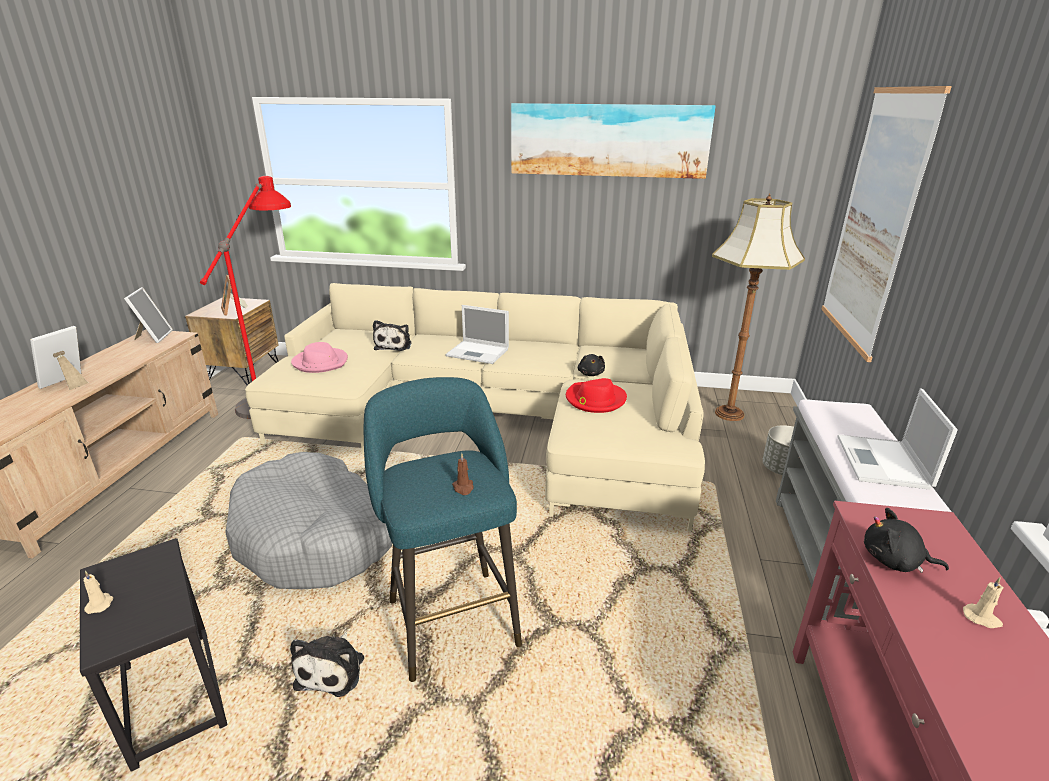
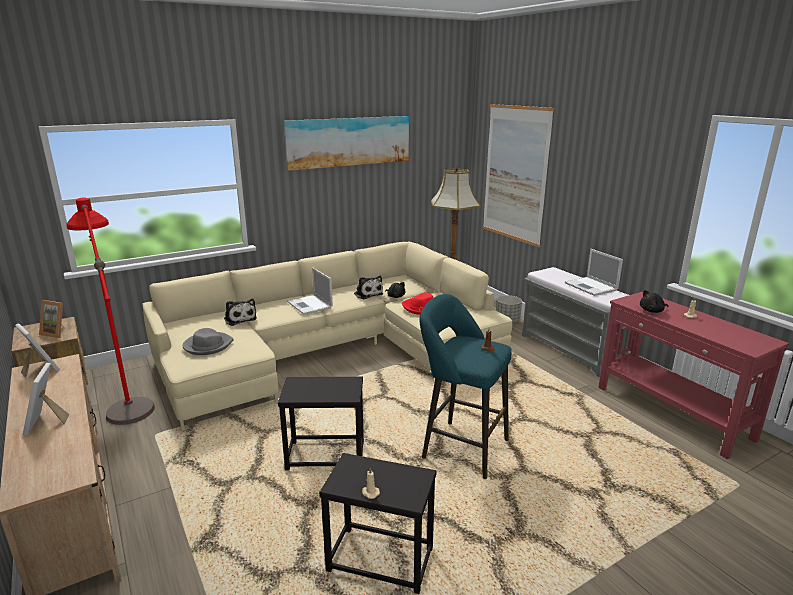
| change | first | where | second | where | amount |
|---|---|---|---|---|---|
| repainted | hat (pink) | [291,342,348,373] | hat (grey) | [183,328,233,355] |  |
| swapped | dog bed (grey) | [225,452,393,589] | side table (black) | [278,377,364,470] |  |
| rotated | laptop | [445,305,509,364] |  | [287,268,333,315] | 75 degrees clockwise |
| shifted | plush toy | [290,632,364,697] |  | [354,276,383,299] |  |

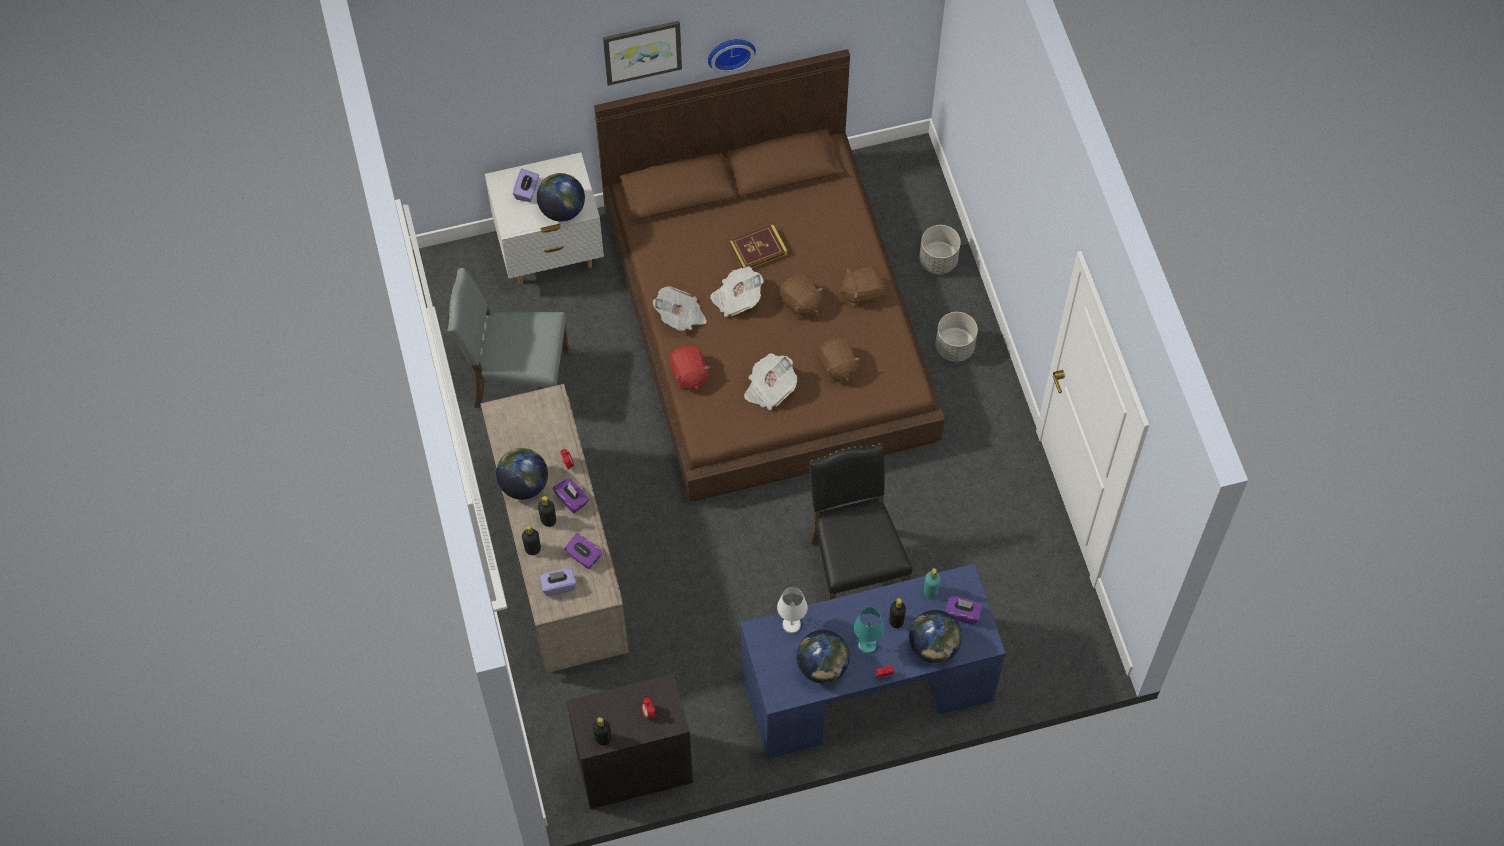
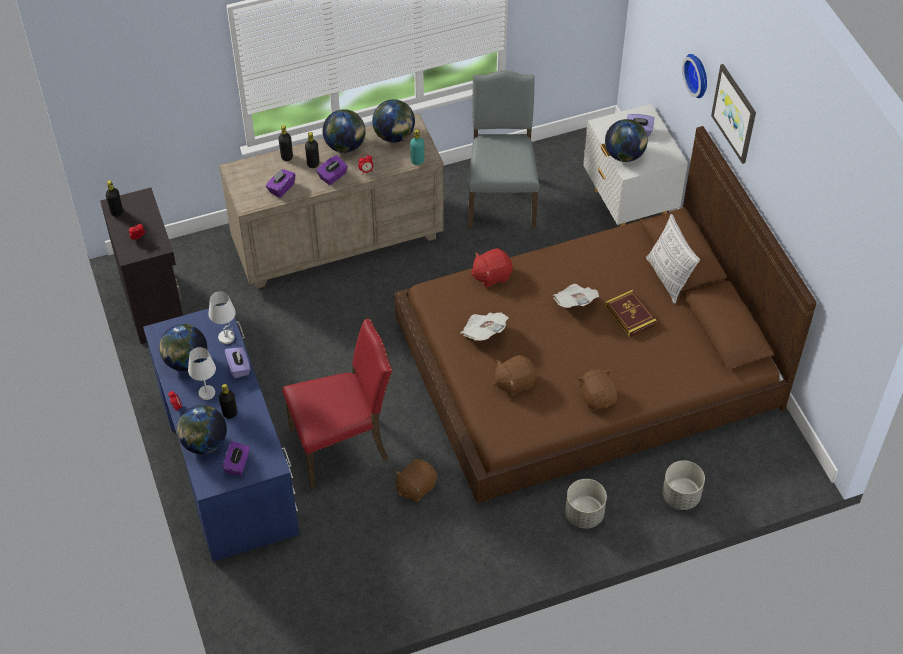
| change | first | where | second | where | amount |
|---|---|---|---|---|---|
| repainted | table lamp (turquoise) | [854,607,884,654] | table lamp (white) | [188,347,216,400] |  |
| shifted | tissue box (purple) | [540,568,576,596] |  | [225,347,250,378] |  |
| repainted | chair (black) | [809,443,912,600] | chair (red) | [282,319,393,488] |  |
| new |  |  | globe | [372,99,415,143] |  |
| shifted | plush toy (brown) | [779,274,823,319] |  | [395,459,438,502] |  |
| shifted | bottle (turquoise) | [924,568,941,599] |  | [410,129,424,165] |  |
| new |  |  | pillow | [646,214,700,304] |  |
| shifted | wall clock | [708,39,756,74] |  | [682,54,707,98] |  |
| gone | newspaper | [653,286,707,331] |  |  |  |

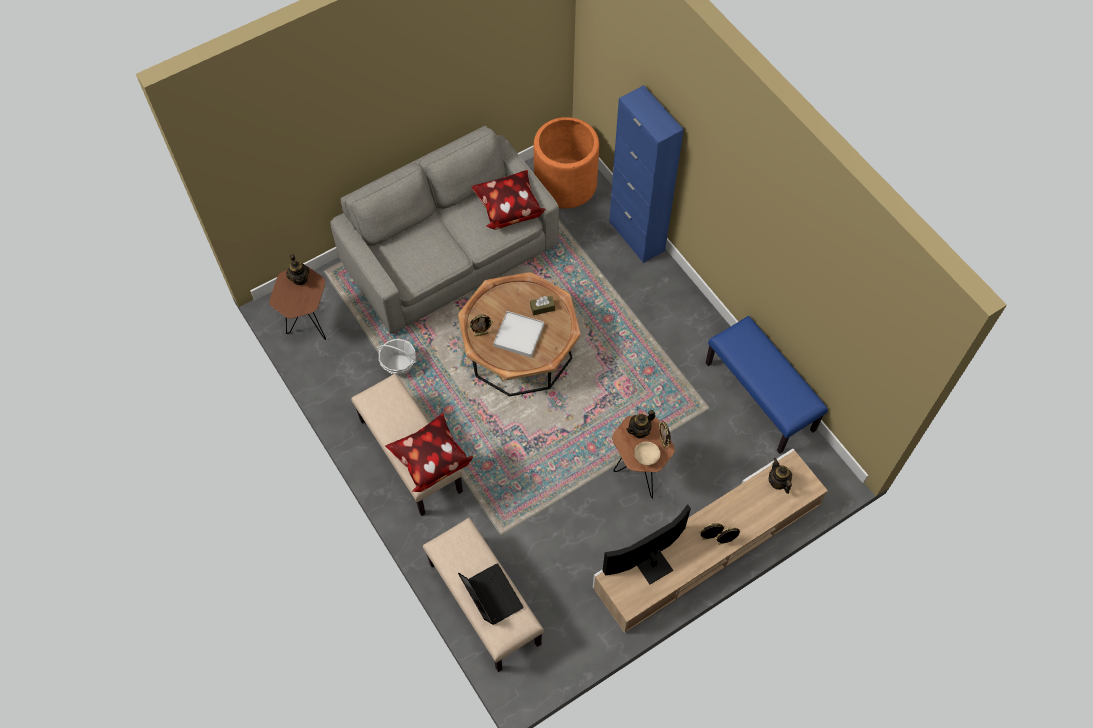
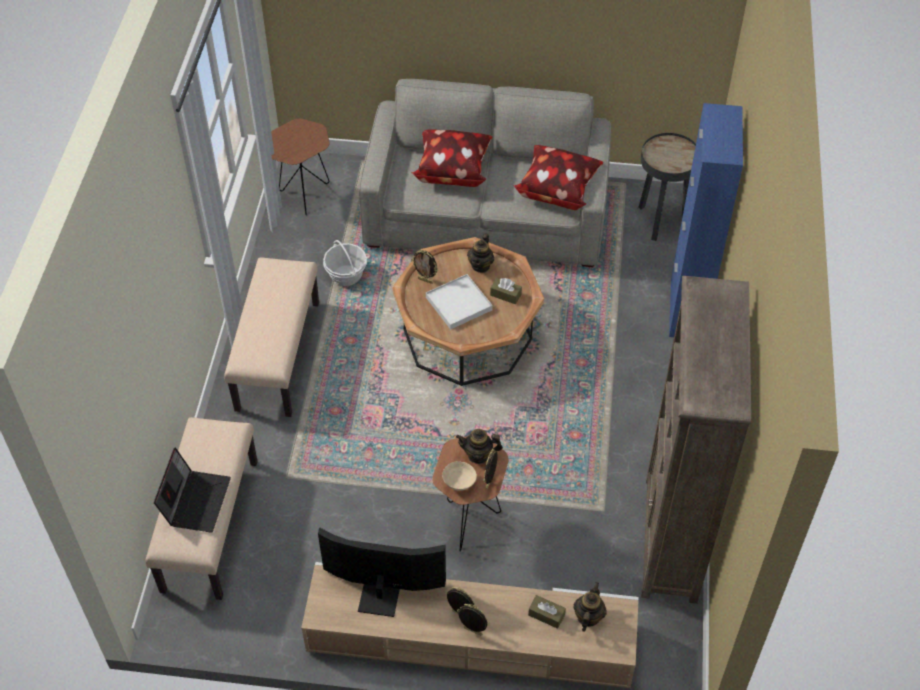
| change | first | where | second | where | amount |
|---|---|---|---|---|---|
| shifted | pillow | [385,413,473,492] |  | [411,129,492,187] |  |
| shifted | teapot | [286,254,309,285] |  | [467,234,494,273] |  |
| new |  |  | tissue box (brown) | [528,595,566,629] |  |
| swapped | planter (orange) | [534,117,599,208] | side table (black) | [638,133,696,241] |  |
| swapped | bench (blue) | [706,316,828,454] | bookcase (brown) | [641,276,751,604] |  |

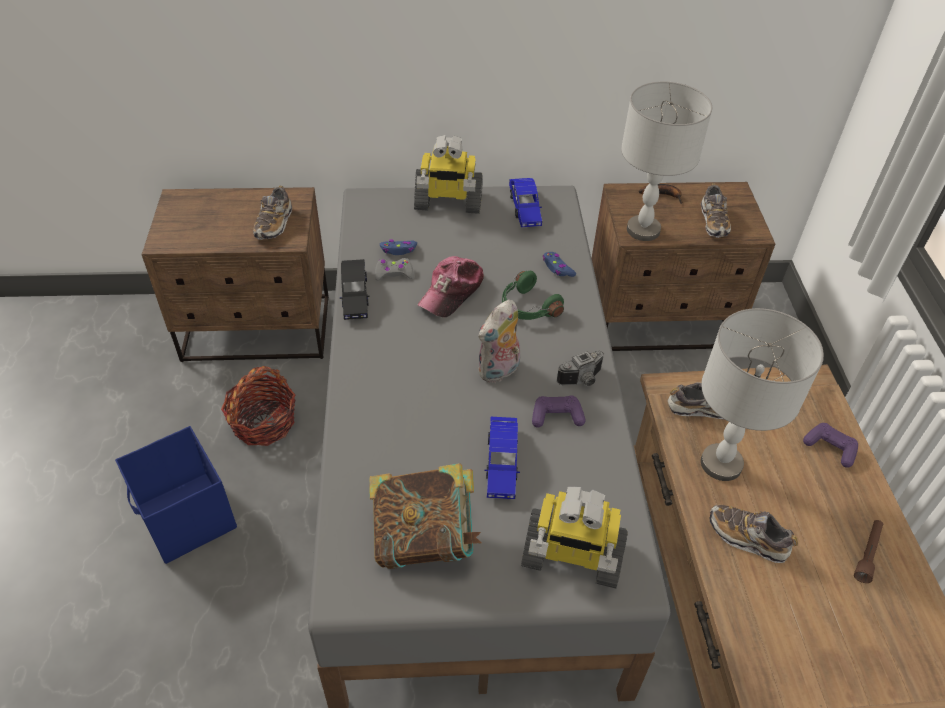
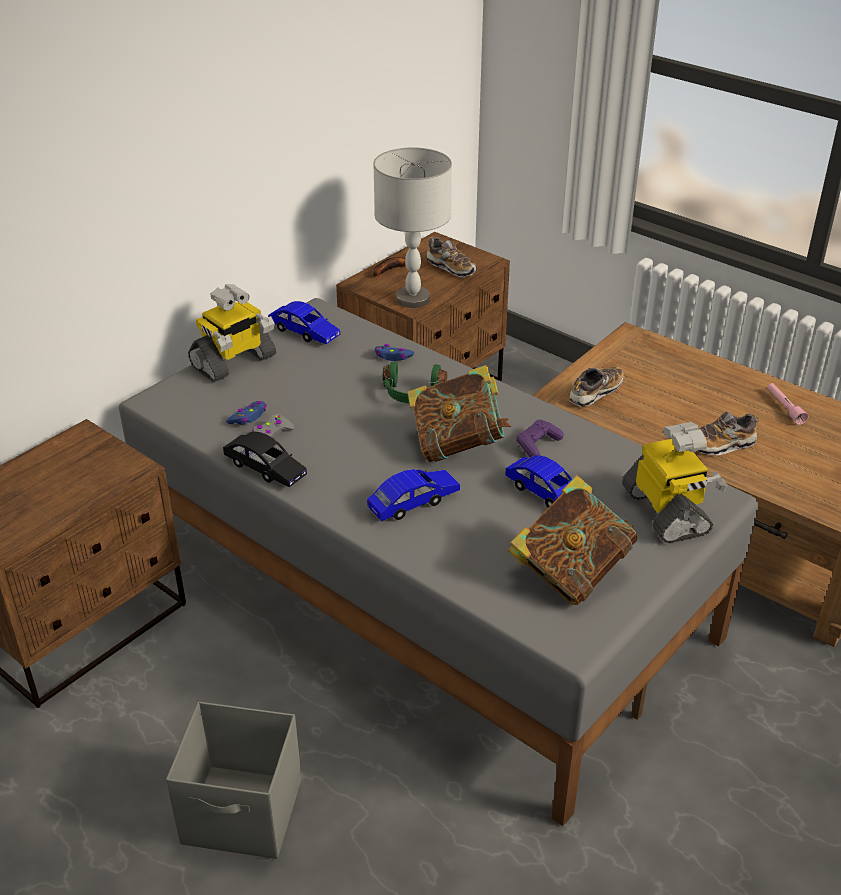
| change | first | where | second | where | amount |
|---|---|---|---|---|---|
| repainted | storage box (blue) | [115,426,237,564] | storage box (grey) | [166,702,302,859] |  |
| new |  |  | toy car (blue) | [367,469,460,521] |  |
| swapped | plush toy | [478,300,520,383] | book | [407,365,511,462] |  |
| rotated | toy robot | [521,487,628,589] |  | [622,422,727,543] | 75 degrees counterclockwise |
| repainted | flashlight (brown) | [854,520,883,583] | flashlight (pink) | [767,383,808,425] |  |
| gone | basket | [221,366,296,446] |  |  |  |
| gone | shoe | [253,185,292,240] |  |  |  |
| gone | cap | [417,256,484,317] |  |  |  |
| gone | photo camera | [557,351,604,386] |  |  |  |
| gone | table lamp (grey) | [701,308,824,481] |  |  |  |
| gone | game controller (purple) | [803,423,858,468] |  |  |  |

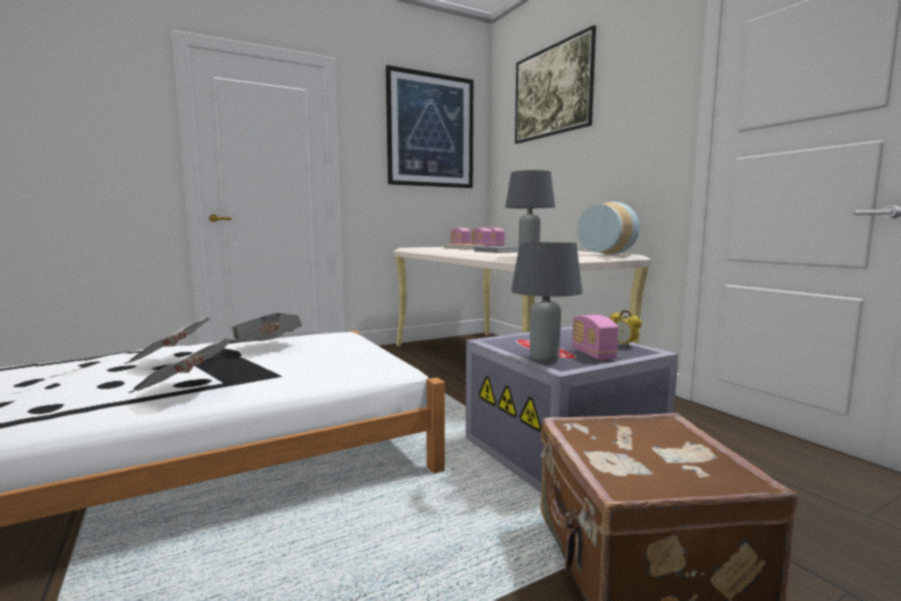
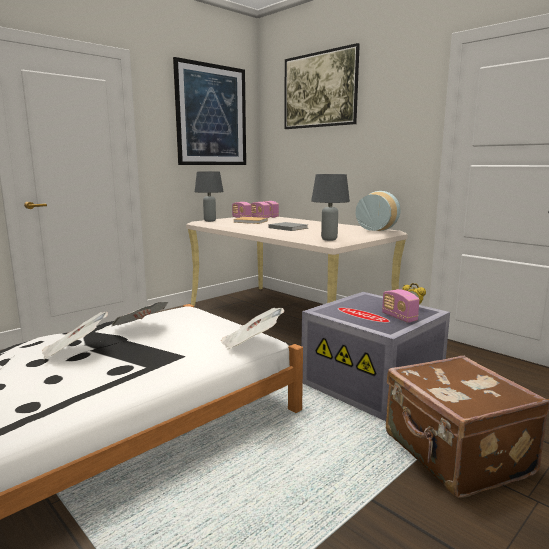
| change | first | where | second | where | amount |
|---|---|---|---|---|---|
| shifted | table lamp (grey) | [511,242,582,363] |  | [195,171,223,222] |  |
| shifted | newspaper | [128,338,233,393] |  | [221,308,284,350] |  |

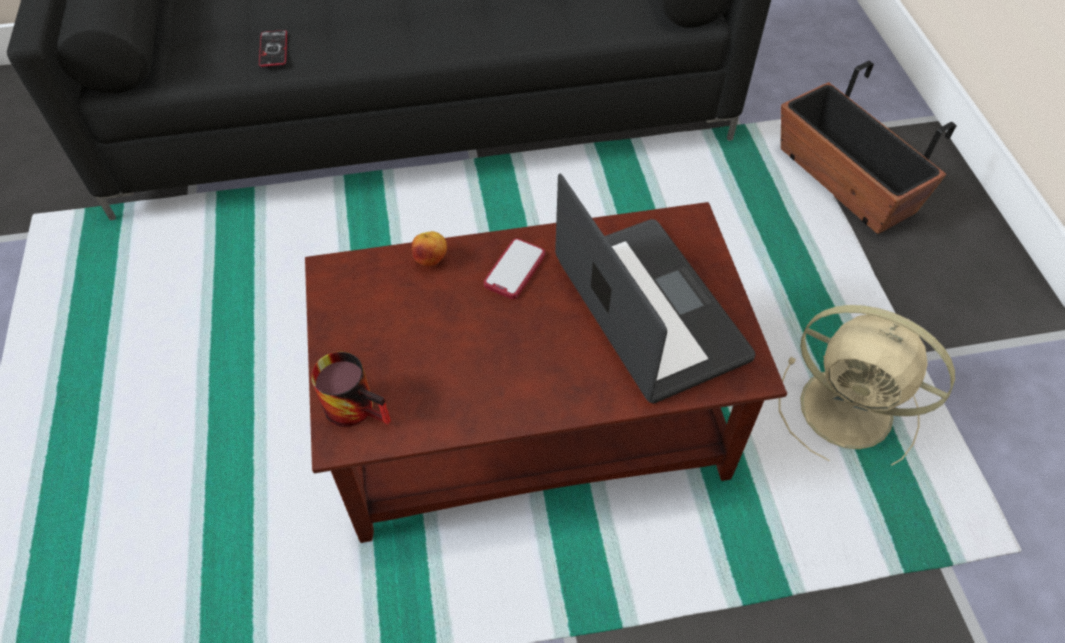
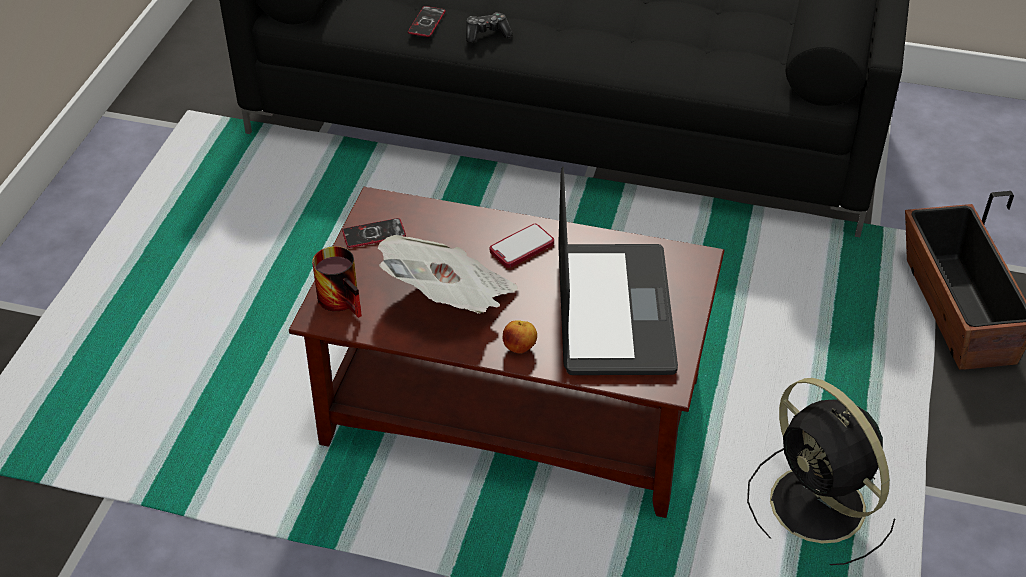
| change | first | where | second | where | amount |
|---|---|---|---|---|---|
| new |  |  | phone | [342,218,406,248] |  |
| new |  |  | newspaper | [378,235,518,313] |  |
| new |  |  | game controller | [466,13,513,43] |  |
| shifted | apple | [412,231,447,266] |  | [502,320,537,354] |  |
| repainted | fan (beige) | [779,305,955,465] | fan (black) | [747,378,895,565] |  |

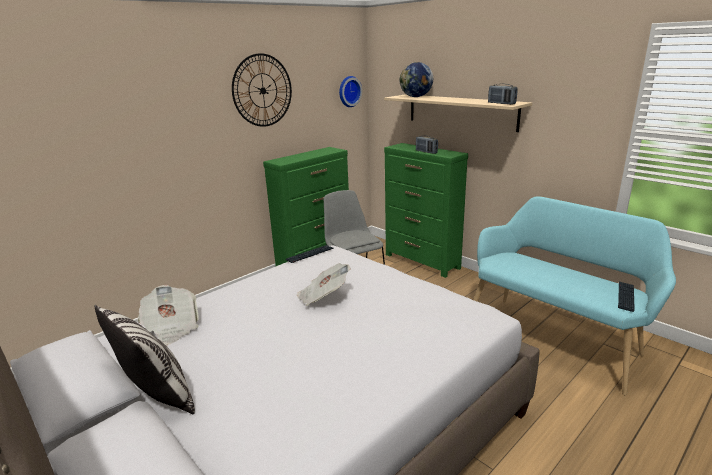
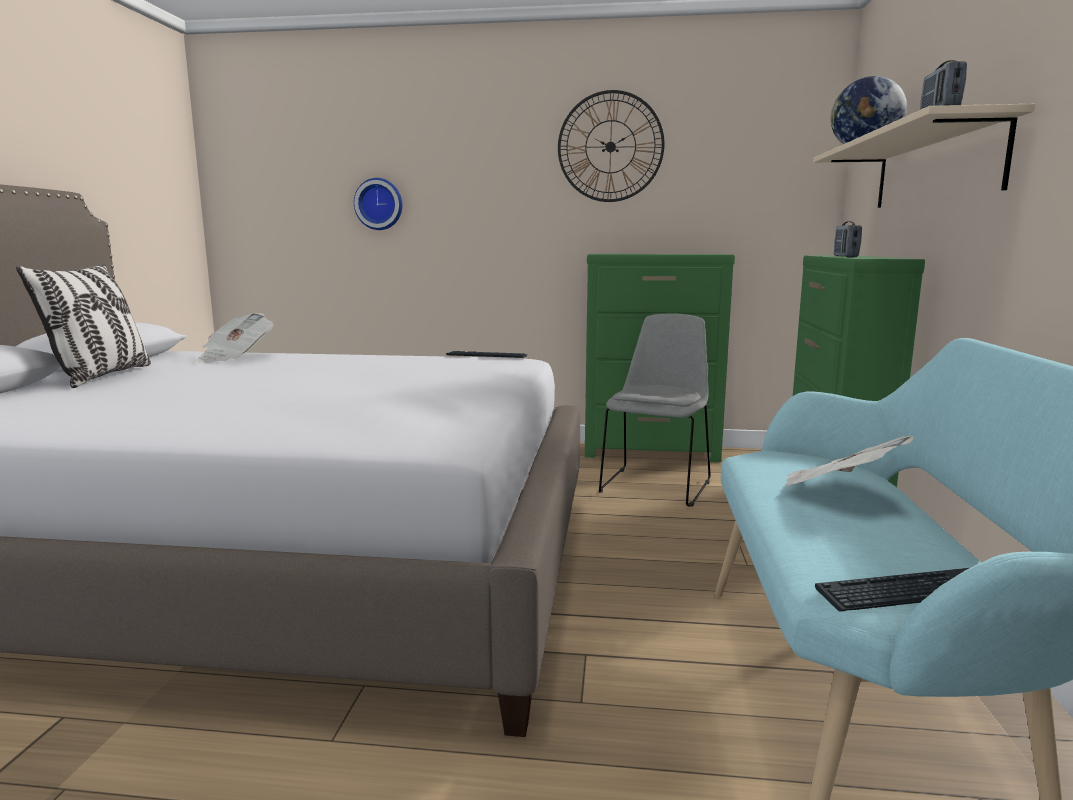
| change | first | where | second | where | amount |
|---|---|---|---|---|---|
| shifted | wall clock | [339,76,362,107] |  | [354,178,402,230] |  |
| shifted | newspaper | [296,263,351,306] |  | [784,436,914,487] |  |

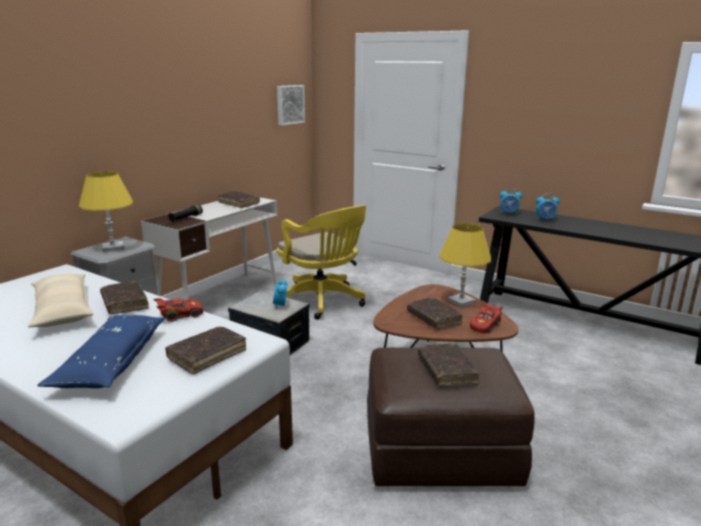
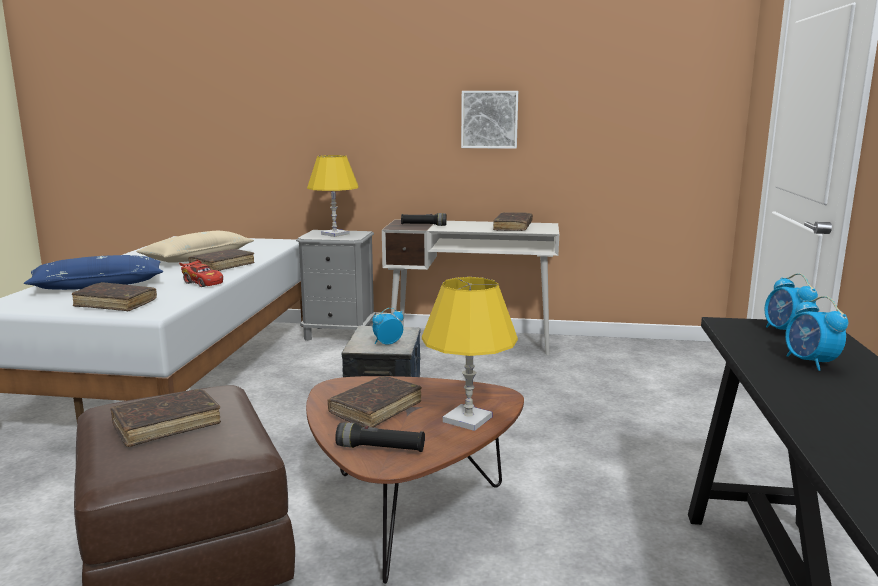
| change | first | where | second | where | amount |
|---|---|---|---|---|---|
| swapped | toy car (red) | [470,303,503,333] | flashlight (black) | [335,422,425,452] |  |
| shifted | picture | [277,85,305,125] |  | [461,91,518,149] |  |
| gone | office chair (yellow) | [277,205,366,320] |  |  |  |

